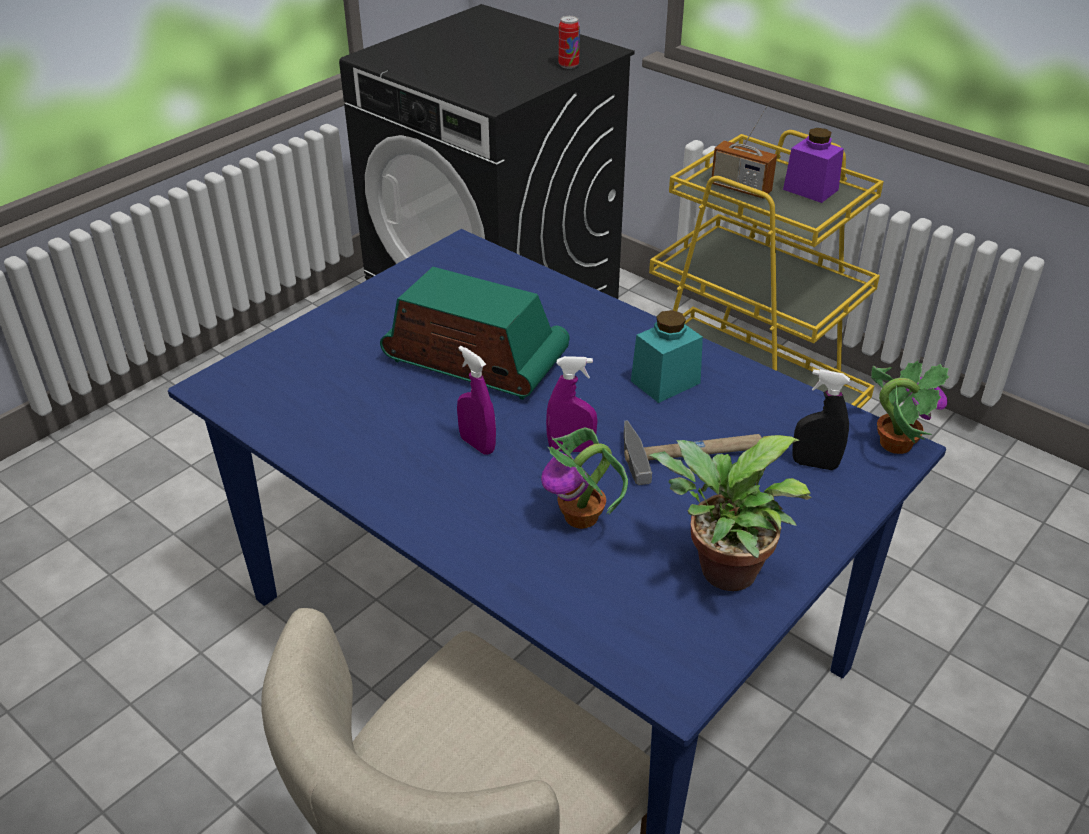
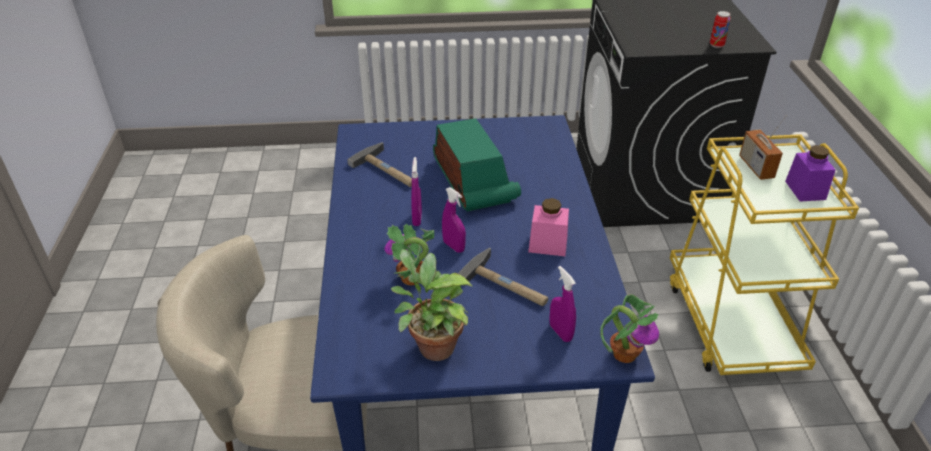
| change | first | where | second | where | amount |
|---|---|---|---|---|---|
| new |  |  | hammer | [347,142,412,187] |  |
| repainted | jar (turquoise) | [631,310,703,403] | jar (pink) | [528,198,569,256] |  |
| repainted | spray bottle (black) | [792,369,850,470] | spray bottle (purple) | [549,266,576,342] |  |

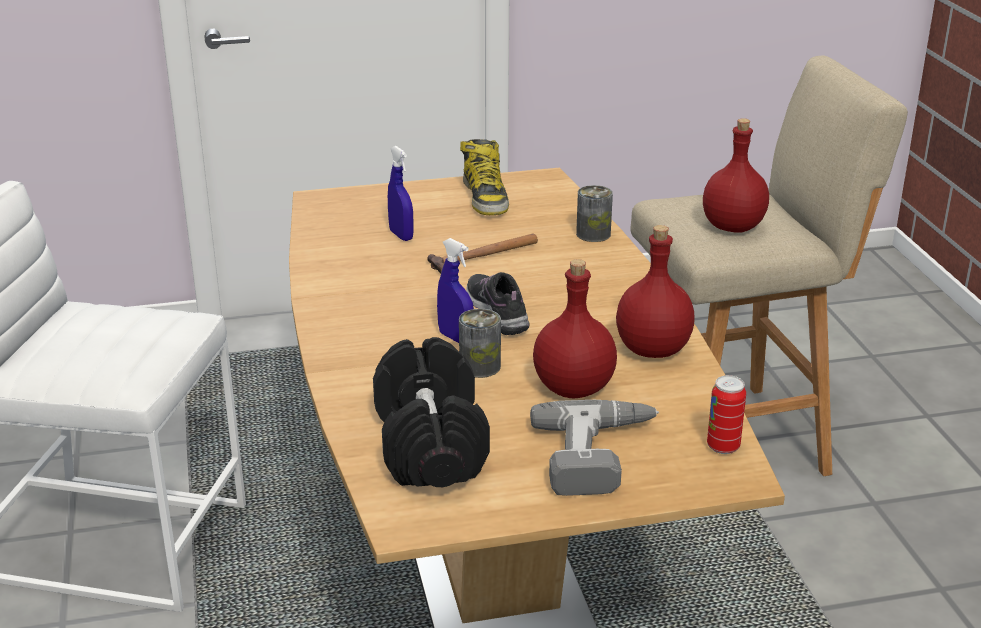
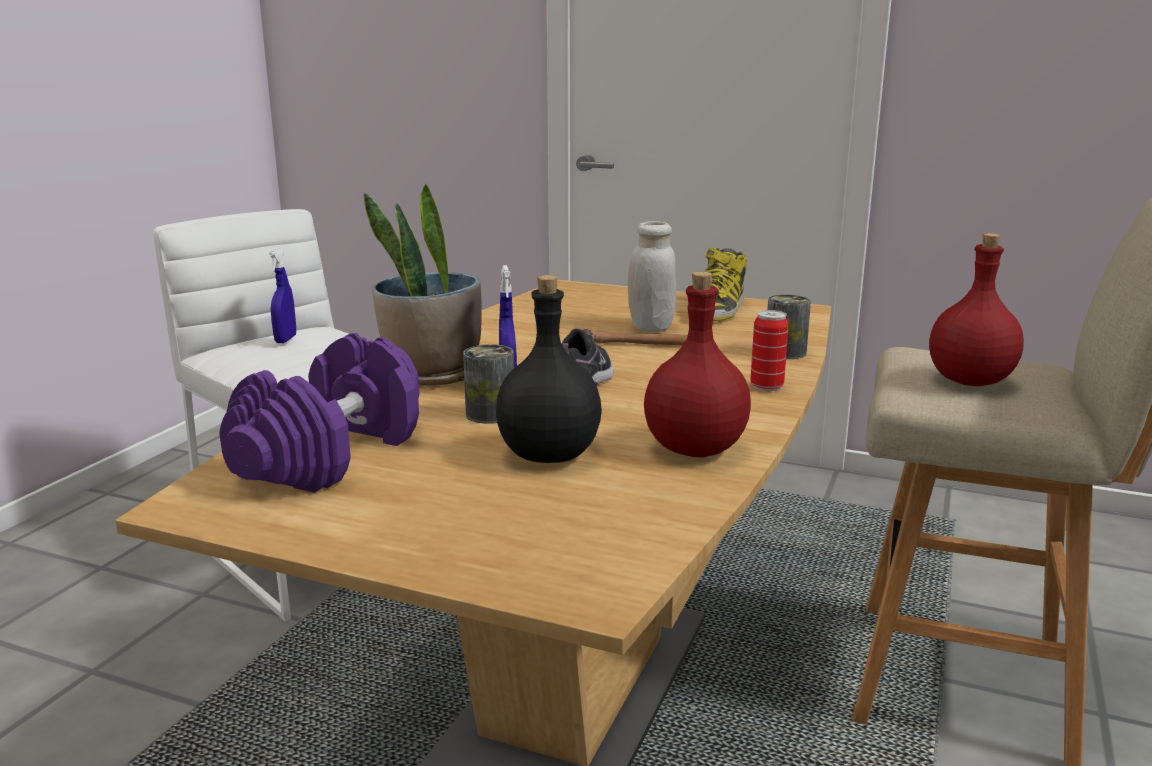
| change | first | where | second | where | amount |
|---|---|---|---|---|---|
| repainted | dumbbell (black) | [373,337,490,487] | dumbbell (purple) | [219,333,419,493] |  |
| shifted | spray bottle (blue) | [388,146,414,241] |  | [269,248,296,343] |  |
| new |  |  | potted plant | [364,184,482,386] |  |
| repainted | bottle (red) | [533,259,617,398] | bottle (black) | [496,275,602,463] |  |
| new |  |  | jar (white) | [628,221,676,332] |  |
| shifted | can | [707,375,746,454] |  | [750,310,789,391] |  |
| gone | power drill | [530,400,659,496] |  |  |  |

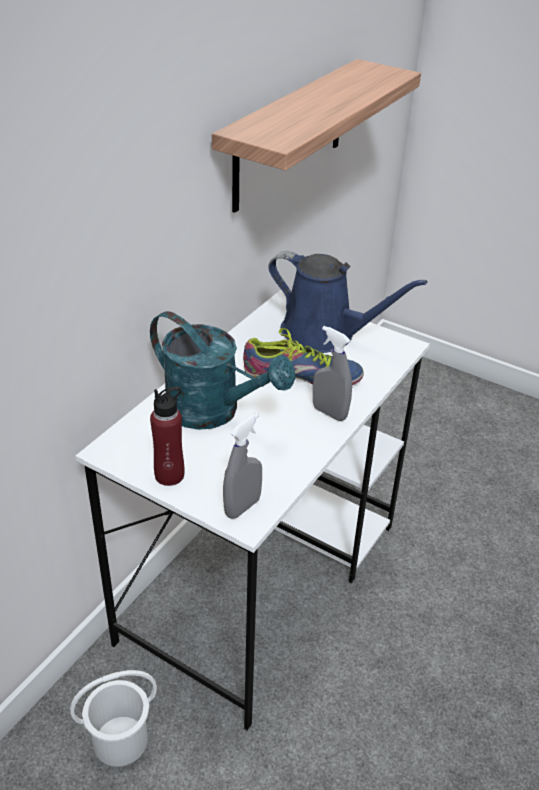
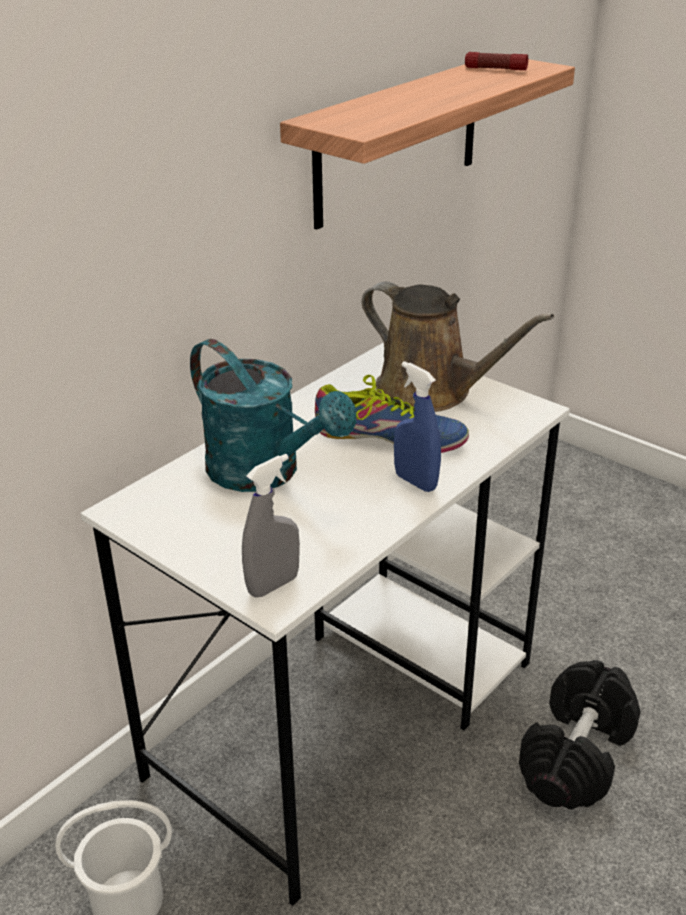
| change | first | where | second | where | amount |
|---|---|---|---|---|---|
| repainted | watering can (blue) | [268,251,427,353] | watering can (brown) | [362,282,554,412] |  |
| repainted | spray bottle (grey) | [313,326,352,421] | spray bottle (blue) | [394,361,441,492] |  |
| new |  |  | flashlight | [465,52,528,70] |  |
| new |  |  | dumbbell (black) | [519,660,641,810] |  |
| gone | bottle (red) | [150,387,184,486] |  |  |  |

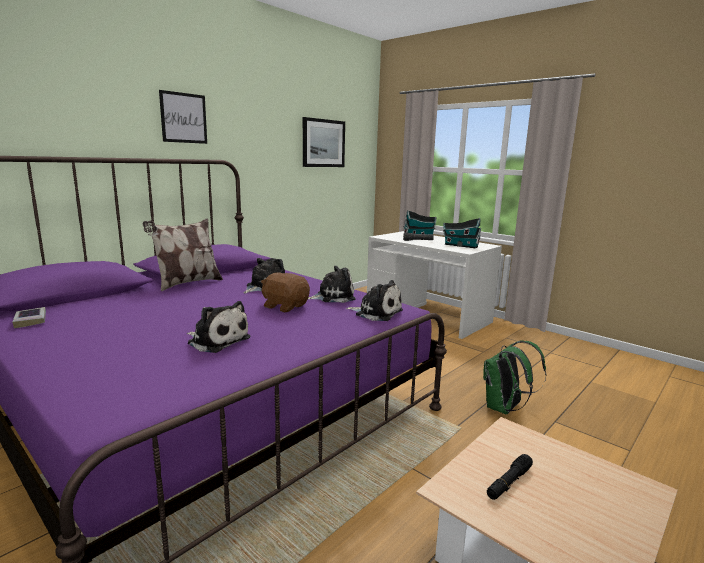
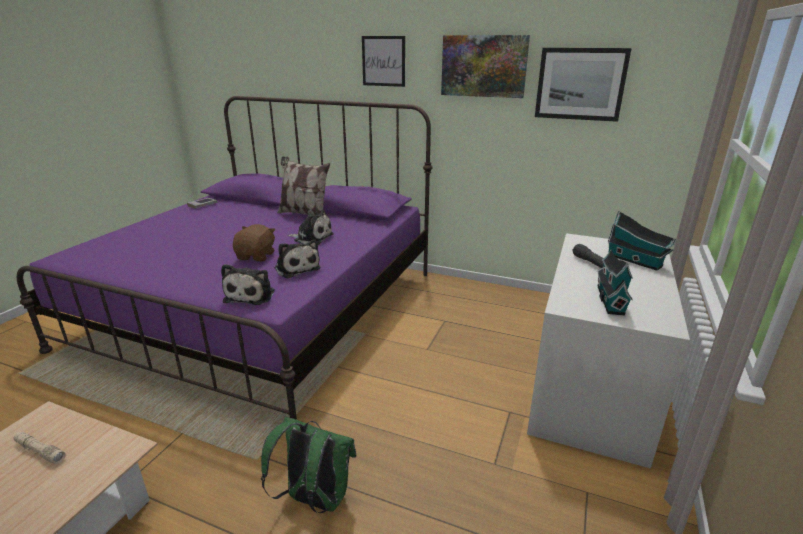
| change | first | where | second | where | amount |
|---|---|---|---|---|---|
| repainted | flashlight (black) | [487,454,533,500] | flashlight (beige) | [14,432,66,464] |  |
| new |  |  | picture | [441,35,530,98] |  |
| gone | plush toy | [187,301,251,353] |  |  |  |

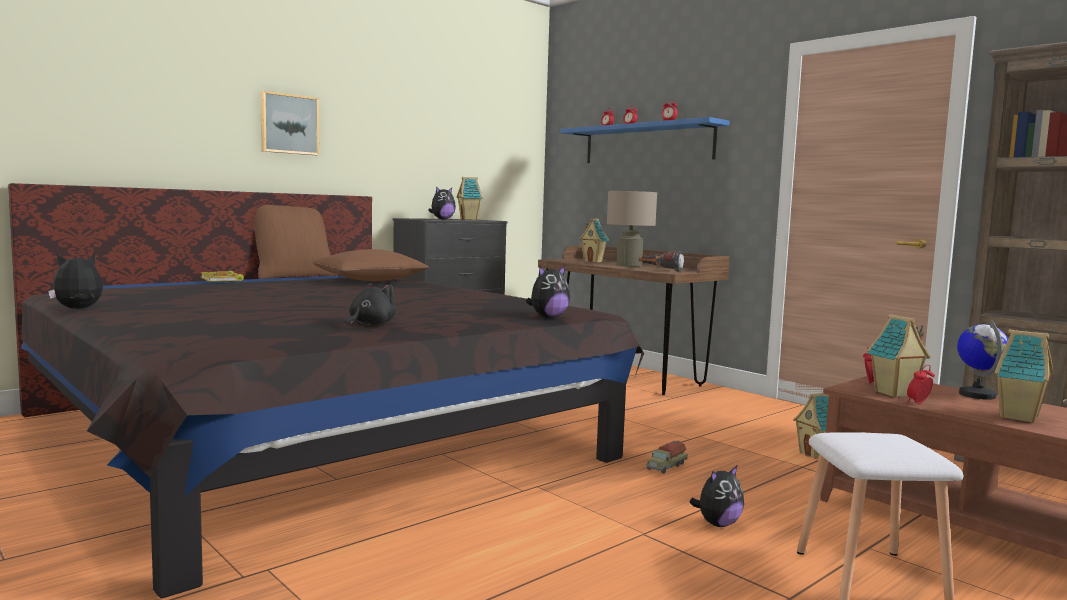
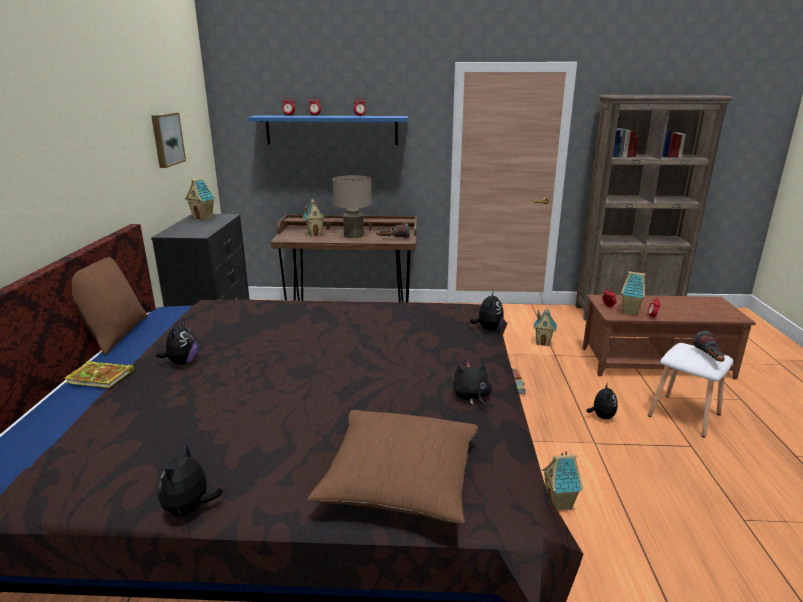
| change | first | where | second | where | amount |
|---|---|---|---|---|---|
| shifted | picture | [260,91,319,155] |  | [151,112,186,168] |  |
| shifted | plush toy | [428,186,456,220] |  | [156,318,198,365] |  |
| shifted | pillow (brown) | [313,249,429,281] |  | [308,410,478,524] |  |
| shifted | toy house | [995,330,1053,423] |  | [542,451,583,510] |  |
| new |  |  | flashlight | [693,331,725,362] |  |
| gone | globe | [957,320,1008,400] |  |  |  |

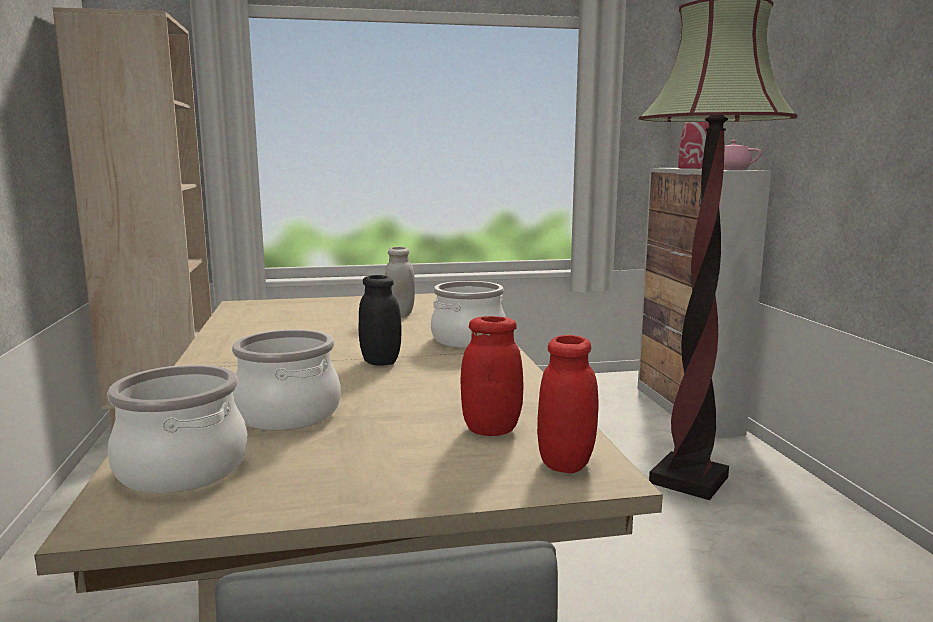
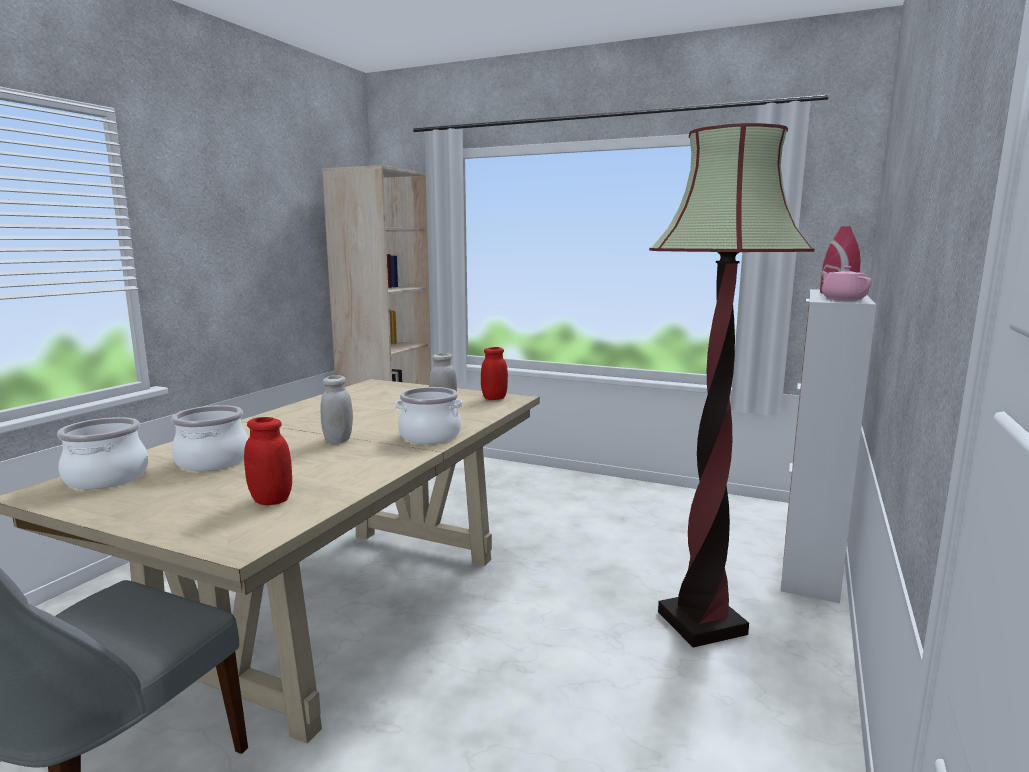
| change | first | where | second | where | amount |
|---|---|---|---|---|---|
| repainted | jar (black) | [359,275,402,366] | jar (white) | [321,375,353,444] |  |
| shifted | jar (red) | [537,335,598,474] |  | [481,347,508,400] |  |

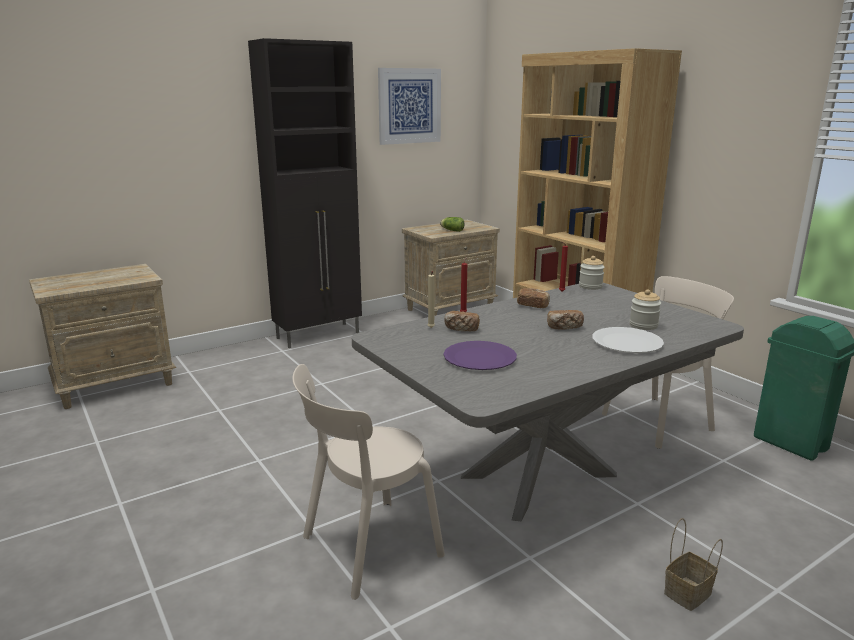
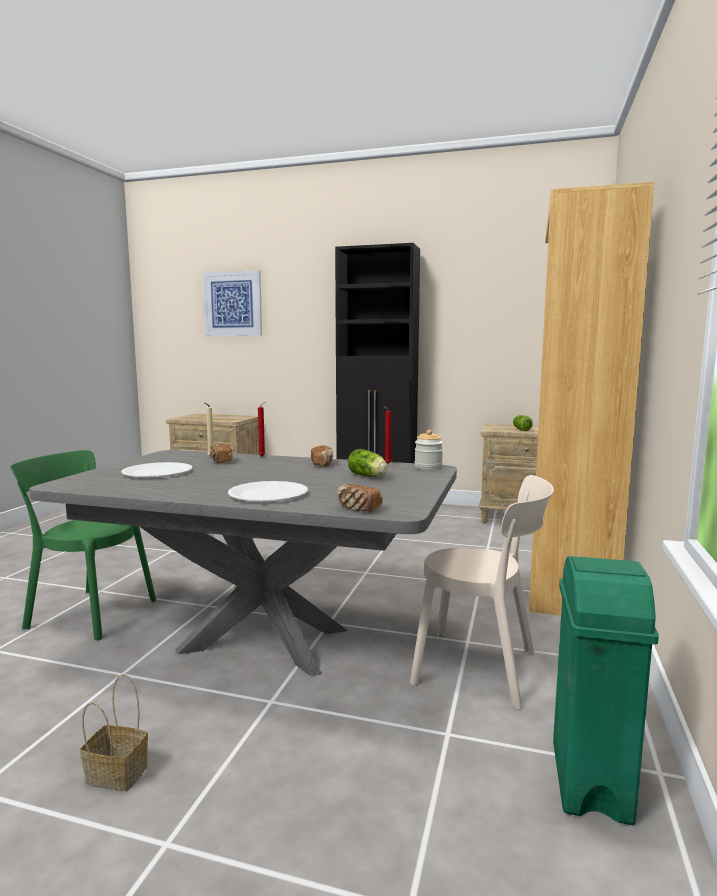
| change | first | where | second | where | amount |
|---|---|---|---|---|---|
| repainted | chair (beige) | [292,364,445,600] | chair (green) | [10,450,156,641] |  |
| repainted | plate (purple) | [443,341,517,370] | plate (white) | [121,462,193,478] |  |
| shifted | picture | [378,68,441,145] |  | [202,270,262,336] |  |
| shifted | bread | [547,310,584,330] |  | [337,484,383,512] |  |
| new |  |  | lettuce | [348,449,388,477] |  |
| gone | jar | [629,289,661,330] |  |  |  |

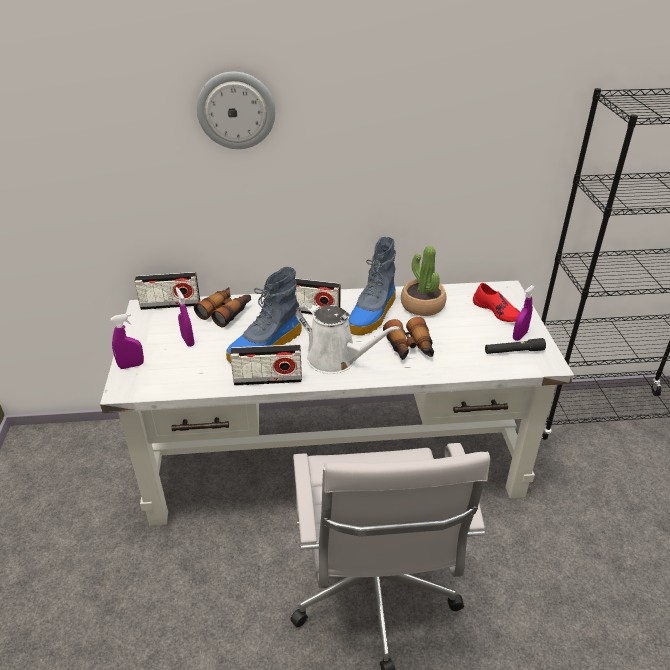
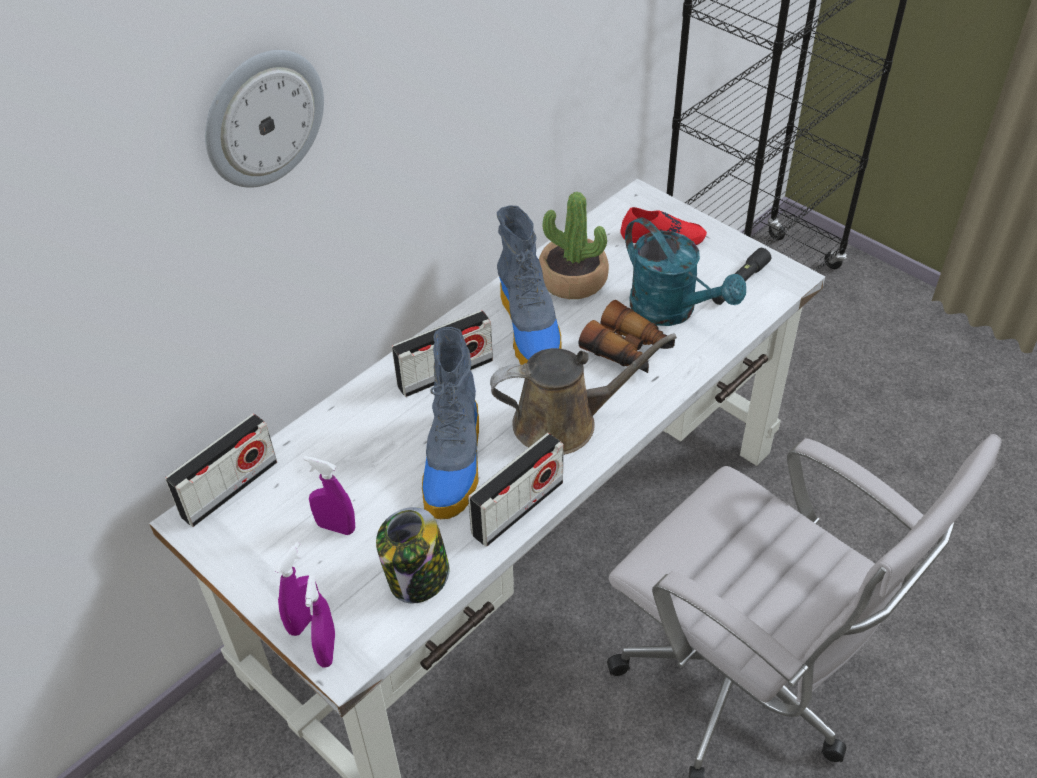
| change | first | where | second | where | amount |
|---|---|---|---|---|---|
| shifted | spray bottle (purple) | [513,285,535,341] |  | [305,576,335,668] |  |
| new |  |  | jar | [376,507,450,604] |  |
| repainted | watering can (white) | [295,302,401,374] | watering can (brown) | [490,334,677,455] |  |
| new |  |  | watering can (turquoise) | [625,217,746,326] |  |
| gone | binoculars | [194,287,251,327] |  |  |  |

